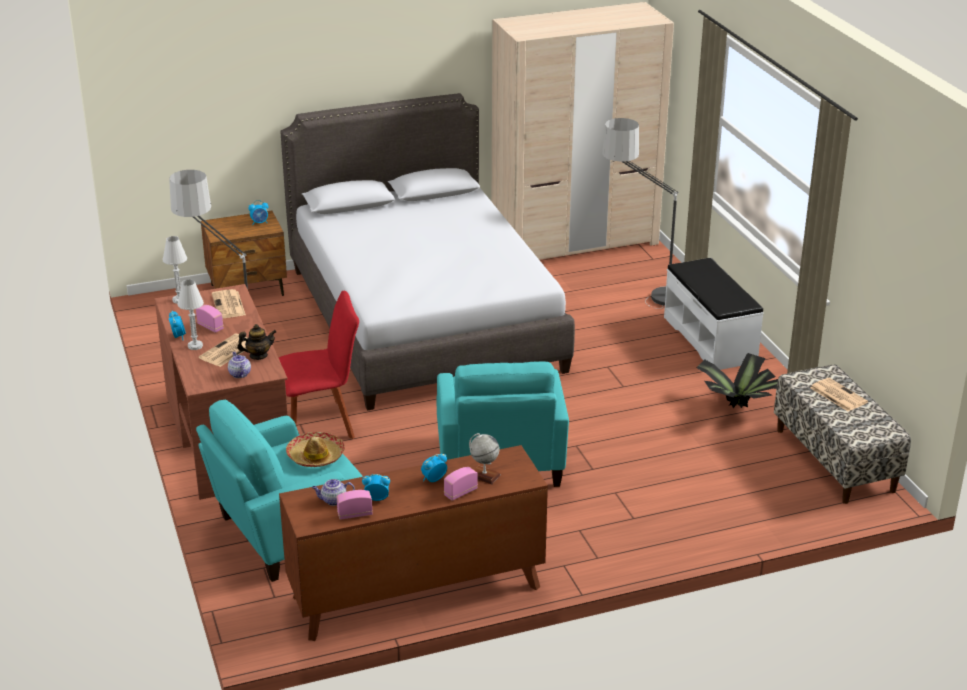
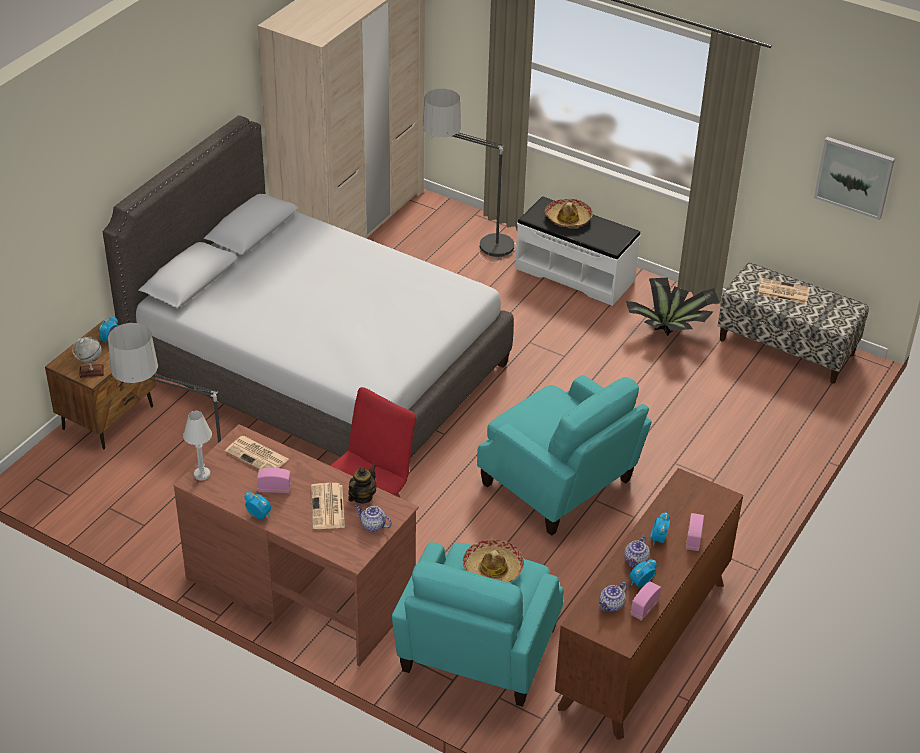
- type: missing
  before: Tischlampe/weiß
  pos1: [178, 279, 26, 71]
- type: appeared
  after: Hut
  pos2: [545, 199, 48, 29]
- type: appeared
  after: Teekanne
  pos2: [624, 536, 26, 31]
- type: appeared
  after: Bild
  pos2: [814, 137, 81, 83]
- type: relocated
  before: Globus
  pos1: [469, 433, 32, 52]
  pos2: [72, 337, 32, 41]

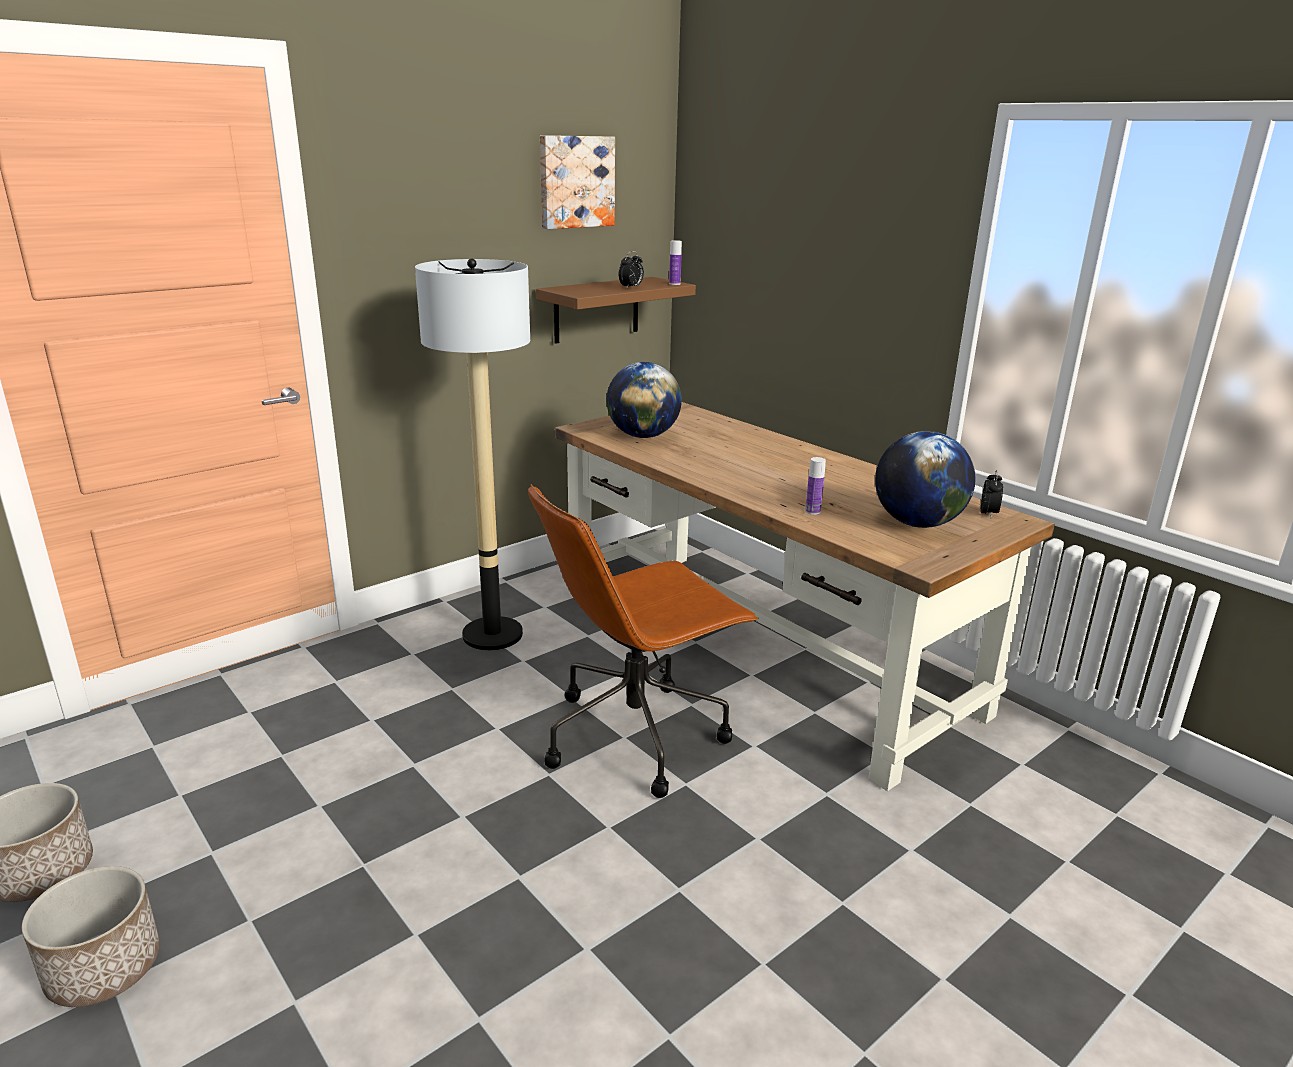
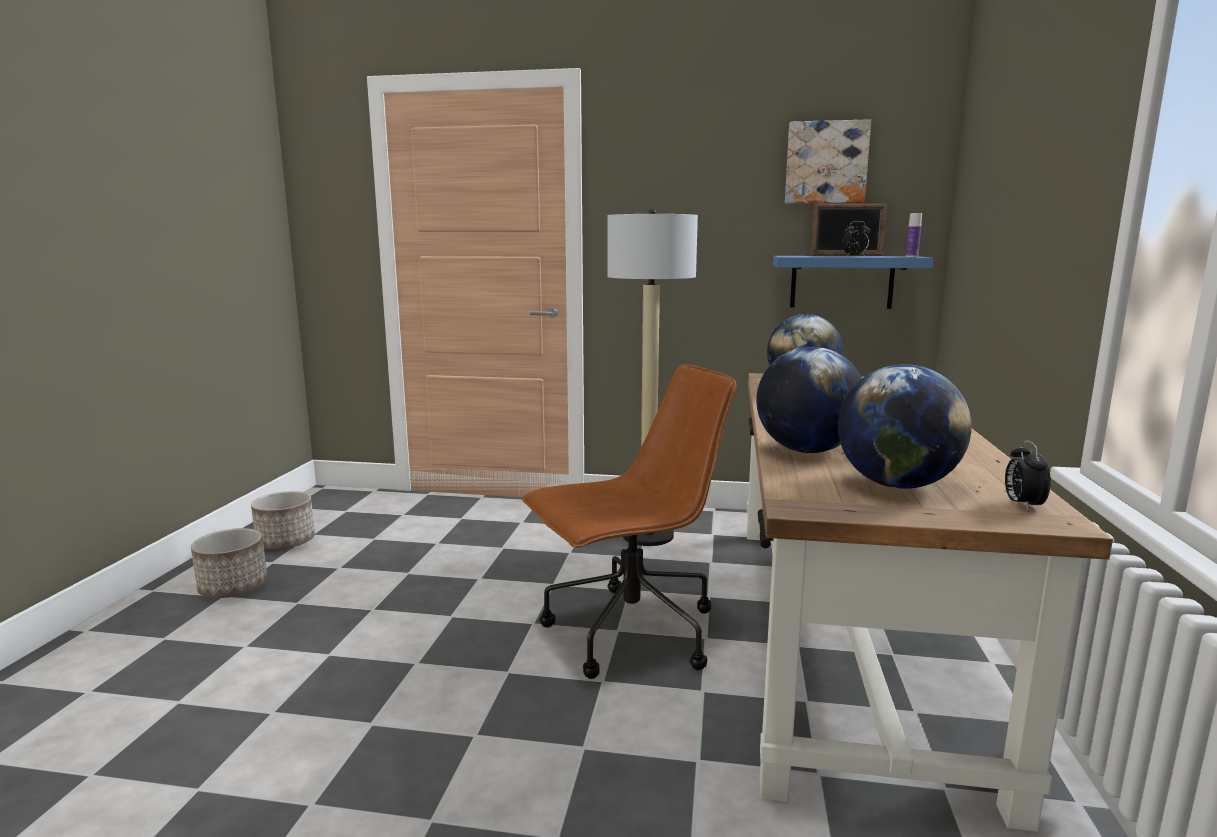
- type: appeared
  after: Bilderrahmen
  pos2: [811, 203, 76, 53]
- type: exchanged
  before: Flasche
  after: Globus
  pos1: [805, 457, 21, 58]
  pos2: [756, 347, 106, 106]
- type: colour
  before: Wandregal/braun
  after: Wandregal/blau
  pos1: [536, 277, 160, 67]
  pos2: [773, 256, 160, 53]
- type: spun
  before: Bürostuhl/braun
  pos1: [528, 484, 231, 314]
  pos2: [522, 364, 215, 315]
  turn: 135
- type: spun
  before: Wecker
  pos1: [980, 470, 23, 47]
  pos2: [1005, 440, 46, 71]
  turn: 120

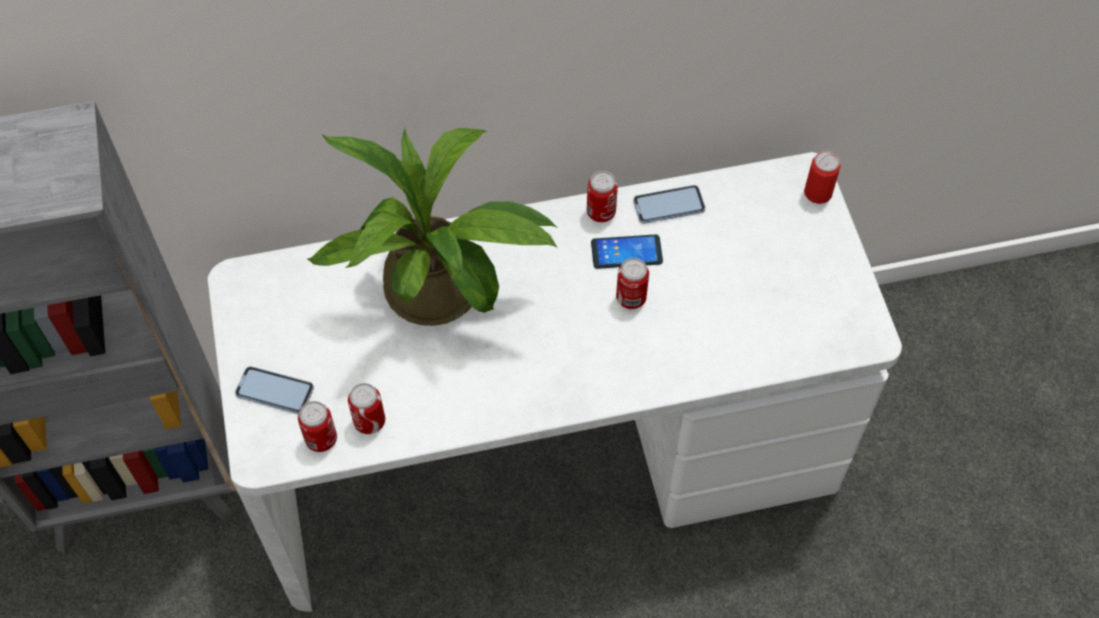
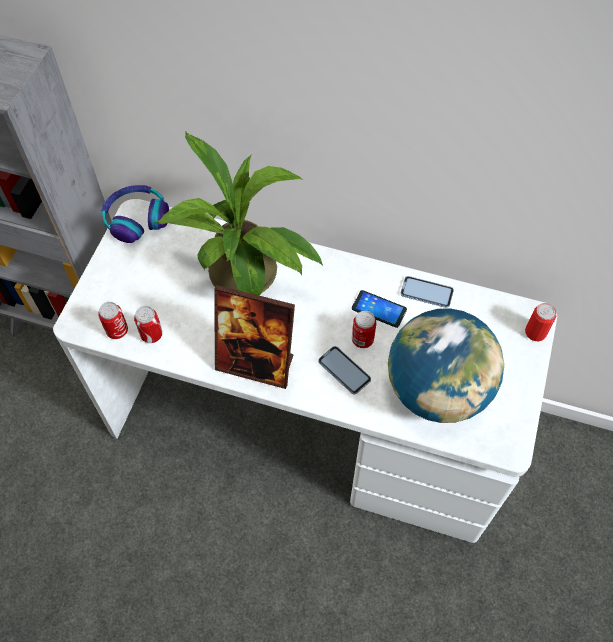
- type: missing
  before: Dose
  pos1: [587, 171, 31, 51]
- type: appeared
  after: Kopfhörer
  pos2: [102, 185, 67, 58]
- type: appeared
  after: Bilderrahmen
  pos2: [214, 285, 81, 104]
- type: appeared
  after: Globus
  pos2: [388, 308, 116, 115]
- type: relocated
  before: Handy
  pos1: [235, 366, 79, 48]
  pos2: [318, 346, 53, 49]

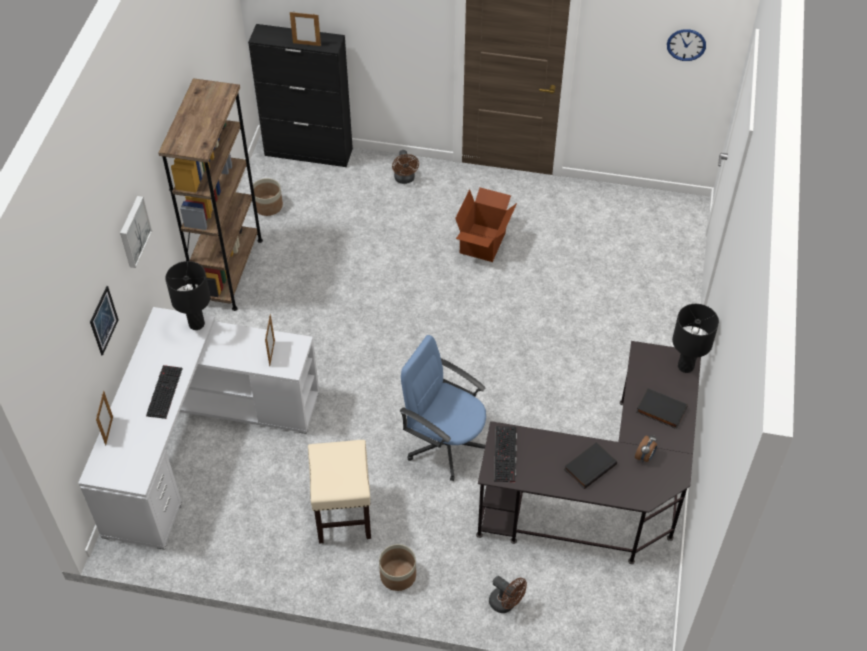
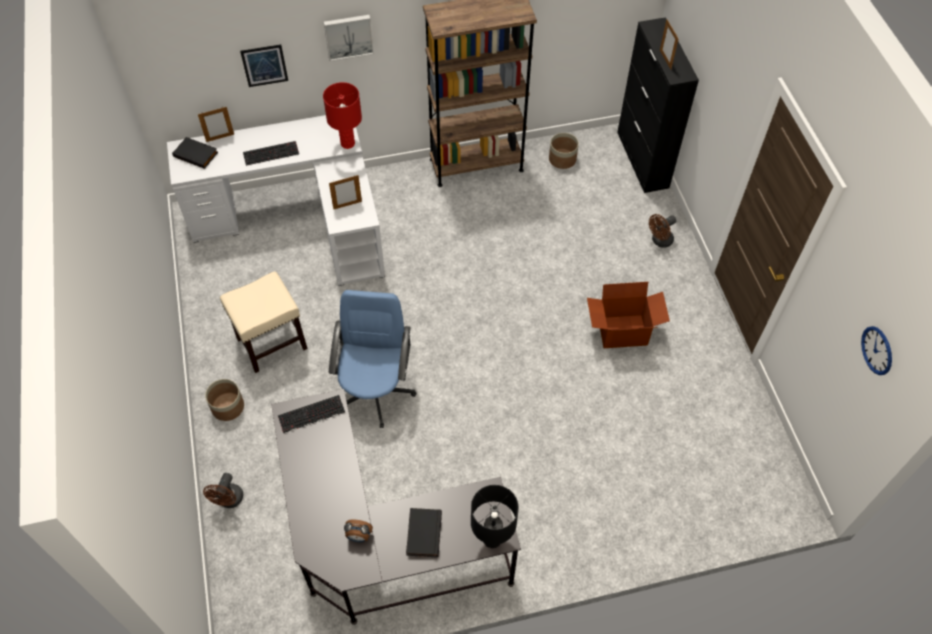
- type: relocated
  before: Buch/schwarz
  pos1: [564, 442, 53, 47]
  pos2: [172, 137, 46, 32]
- type: colour
  before: Tischlampe/schwarz
  after: Tischlampe/rot
  pos1: [165, 261, 46, 69]
  pos2: [323, 82, 39, 67]

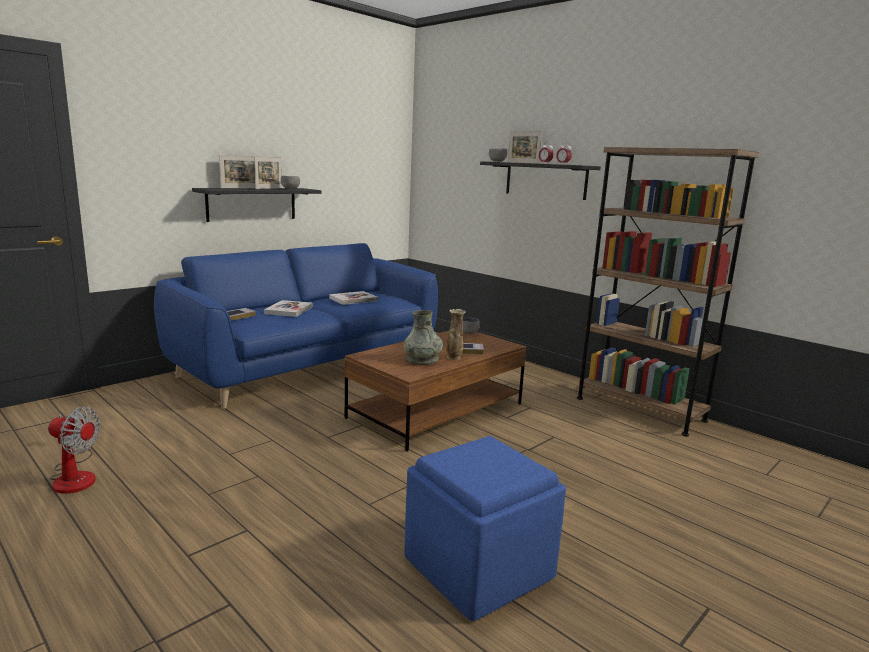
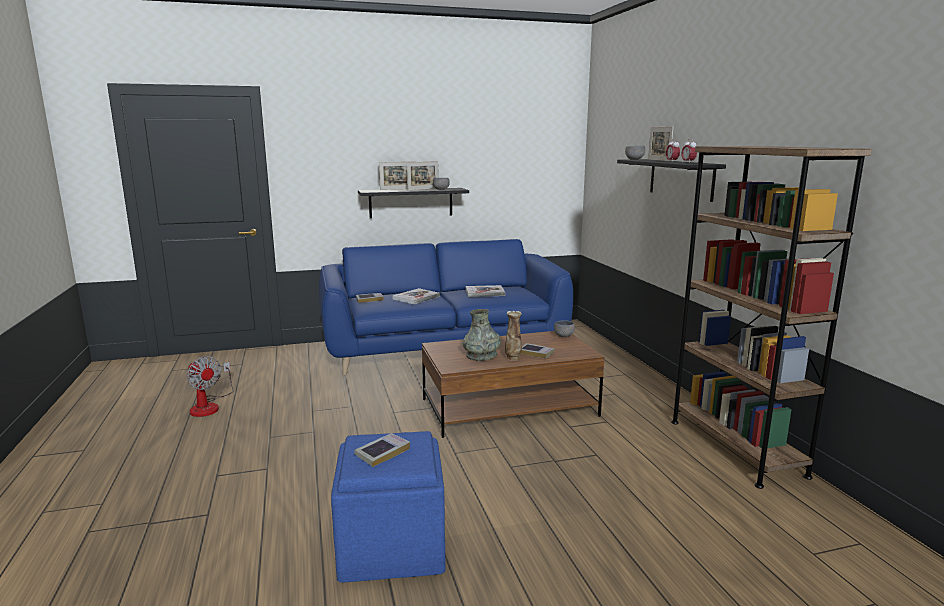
- type: appeared
  after: Buch
  pos2: [355, 433, 55, 34]

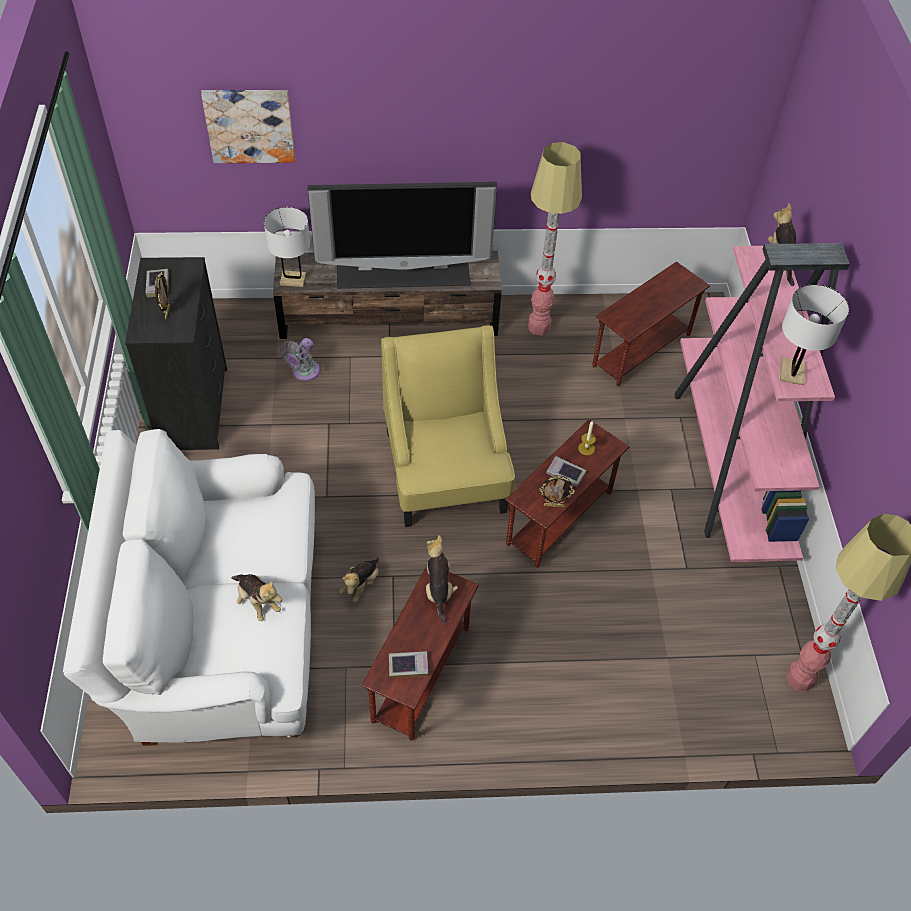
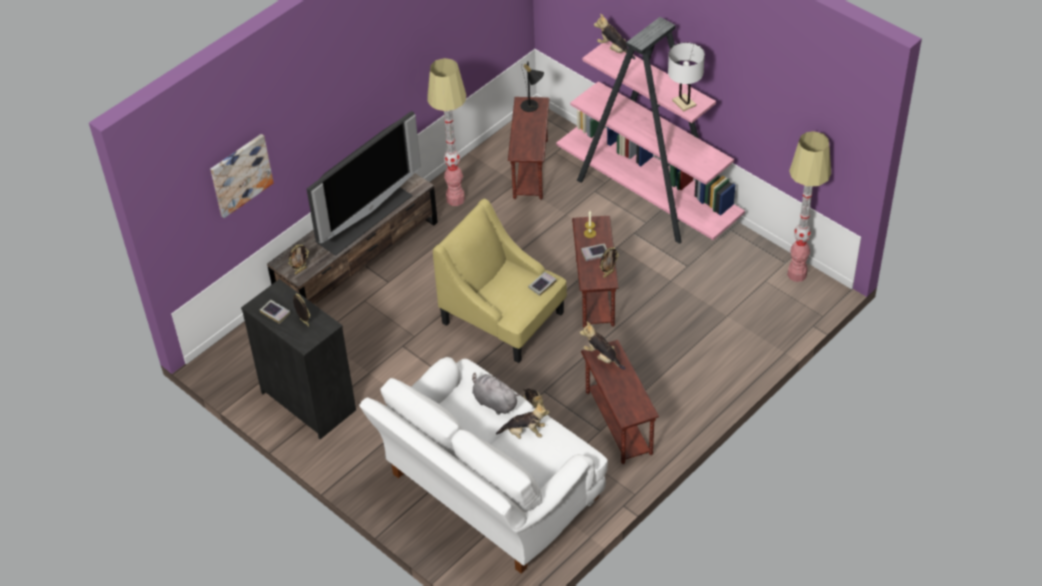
- type: missing
  before: Ventilator/grau
  pos1: [280, 338, 40, 43]
- type: appeared
  after: Plüschtier/grau
  pos2: [472, 373, 48, 42]
- type: appeared
  after: Tischlampe/schwarz
  pos2: [521, 61, 23, 51]
- type: relocated
  before: Buch
  pos1: [389, 651, 39, 27]
  pos2: [528, 272, 29, 24]
- type: exchanged
  before: Tischlampe/weiß
  after: Bilderrahmen
  pos1: [264, 207, 46, 80]
  pos2: [289, 244, 20, 30]

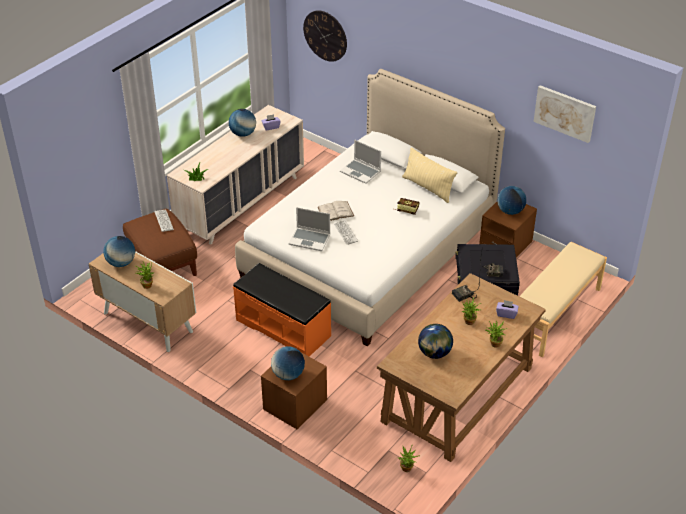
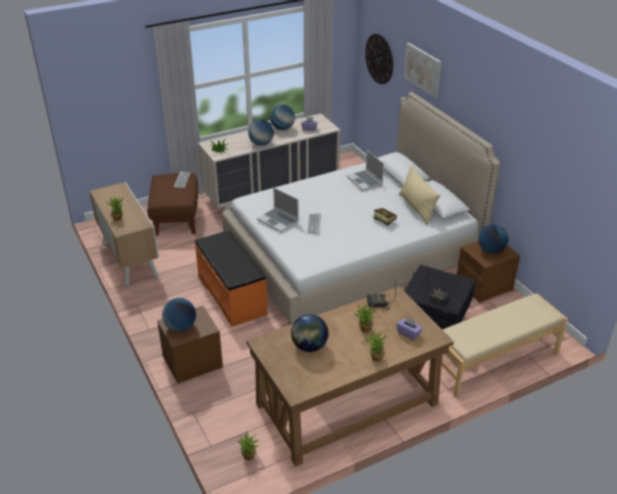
- type: missing
  before: Buch/weiß
  pos1: [318, 201, 36, 20]
- type: relocated
  before: Globus
  pos1: [103, 236, 32, 31]
  pos2: [248, 120, 26, 26]
- type: relocated
  before: Bild
  pos1: [533, 85, 63, 58]
  pos2: [404, 43, 38, 55]

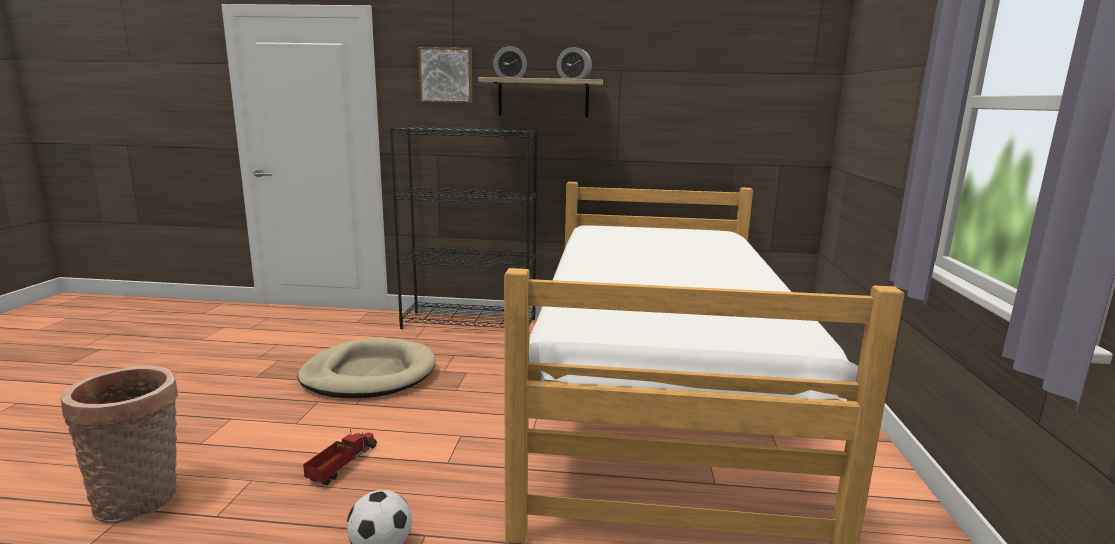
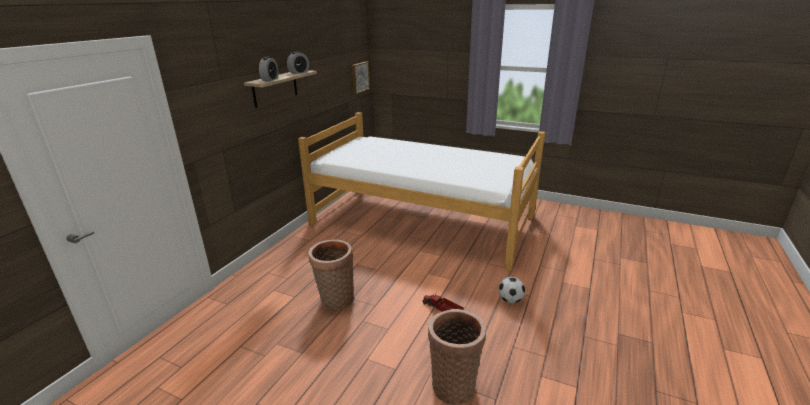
- type: missing
  before: Bücherregal/schwarz
  pos1: [389, 126, 149, 203]
- type: relocated
  before: Bild
  pos1: [418, 47, 55, 56]
  pos2: [352, 61, 18, 33]
- type: exchanged
  before: Hundebett/beige
  after: Korb
  pos1: [297, 338, 139, 60]
  pos2: [308, 240, 46, 70]

